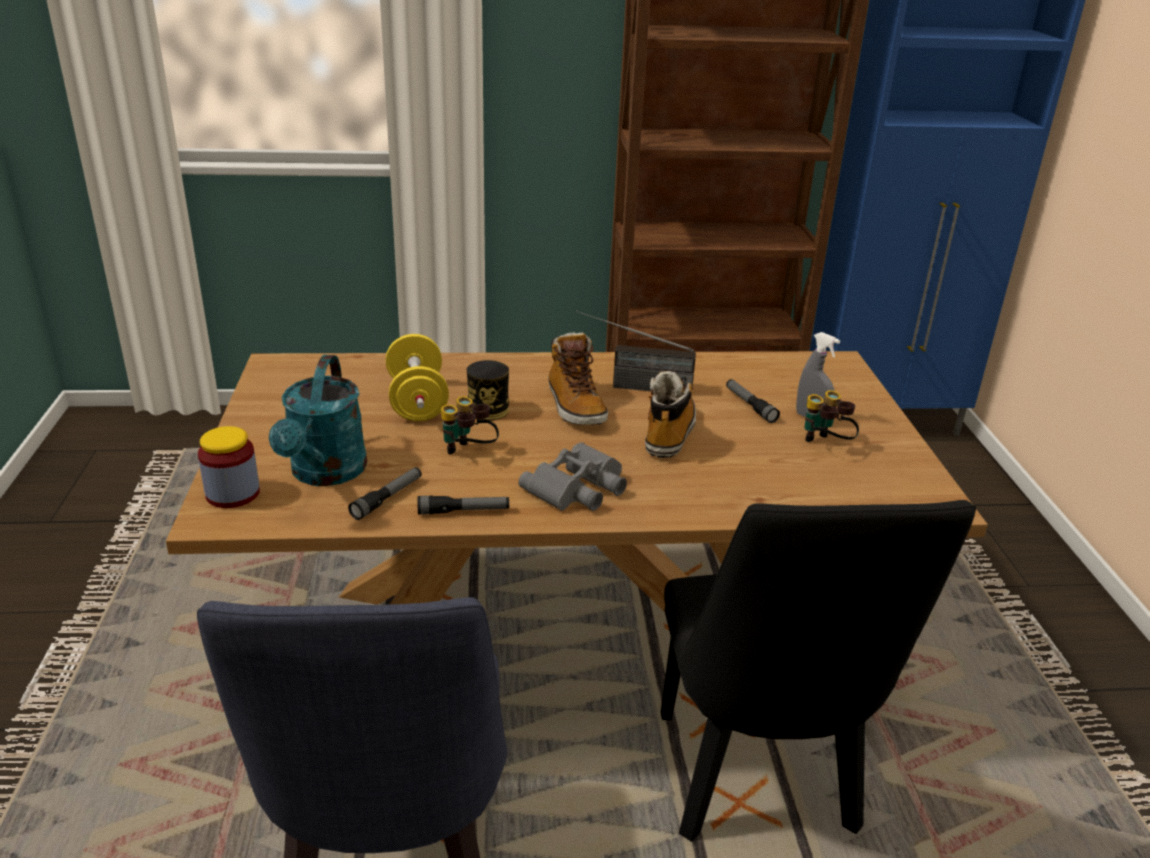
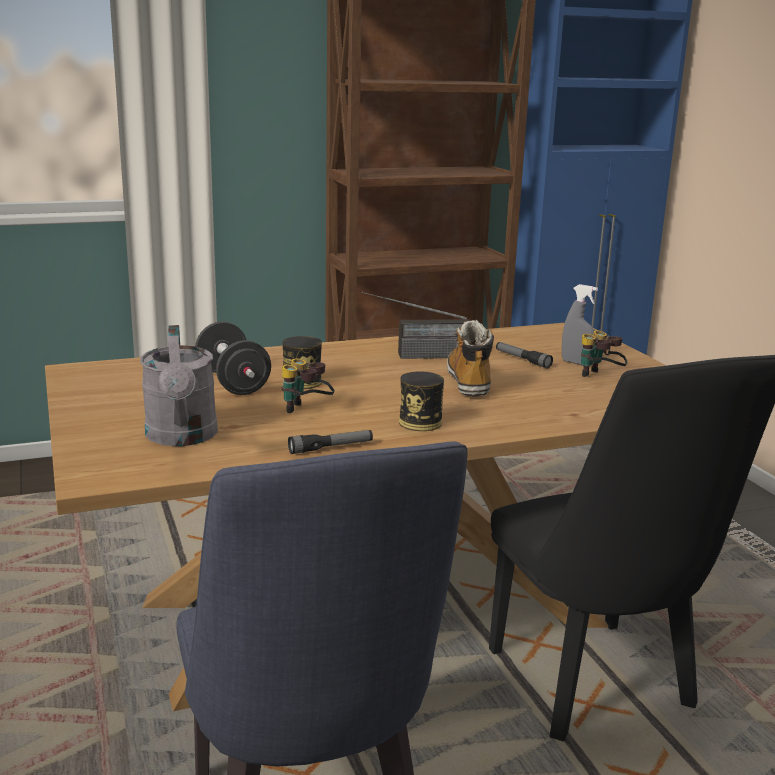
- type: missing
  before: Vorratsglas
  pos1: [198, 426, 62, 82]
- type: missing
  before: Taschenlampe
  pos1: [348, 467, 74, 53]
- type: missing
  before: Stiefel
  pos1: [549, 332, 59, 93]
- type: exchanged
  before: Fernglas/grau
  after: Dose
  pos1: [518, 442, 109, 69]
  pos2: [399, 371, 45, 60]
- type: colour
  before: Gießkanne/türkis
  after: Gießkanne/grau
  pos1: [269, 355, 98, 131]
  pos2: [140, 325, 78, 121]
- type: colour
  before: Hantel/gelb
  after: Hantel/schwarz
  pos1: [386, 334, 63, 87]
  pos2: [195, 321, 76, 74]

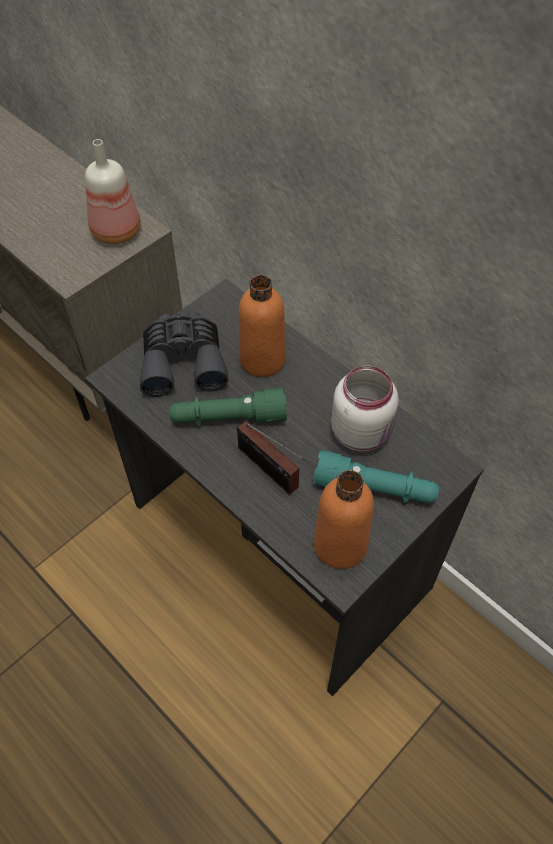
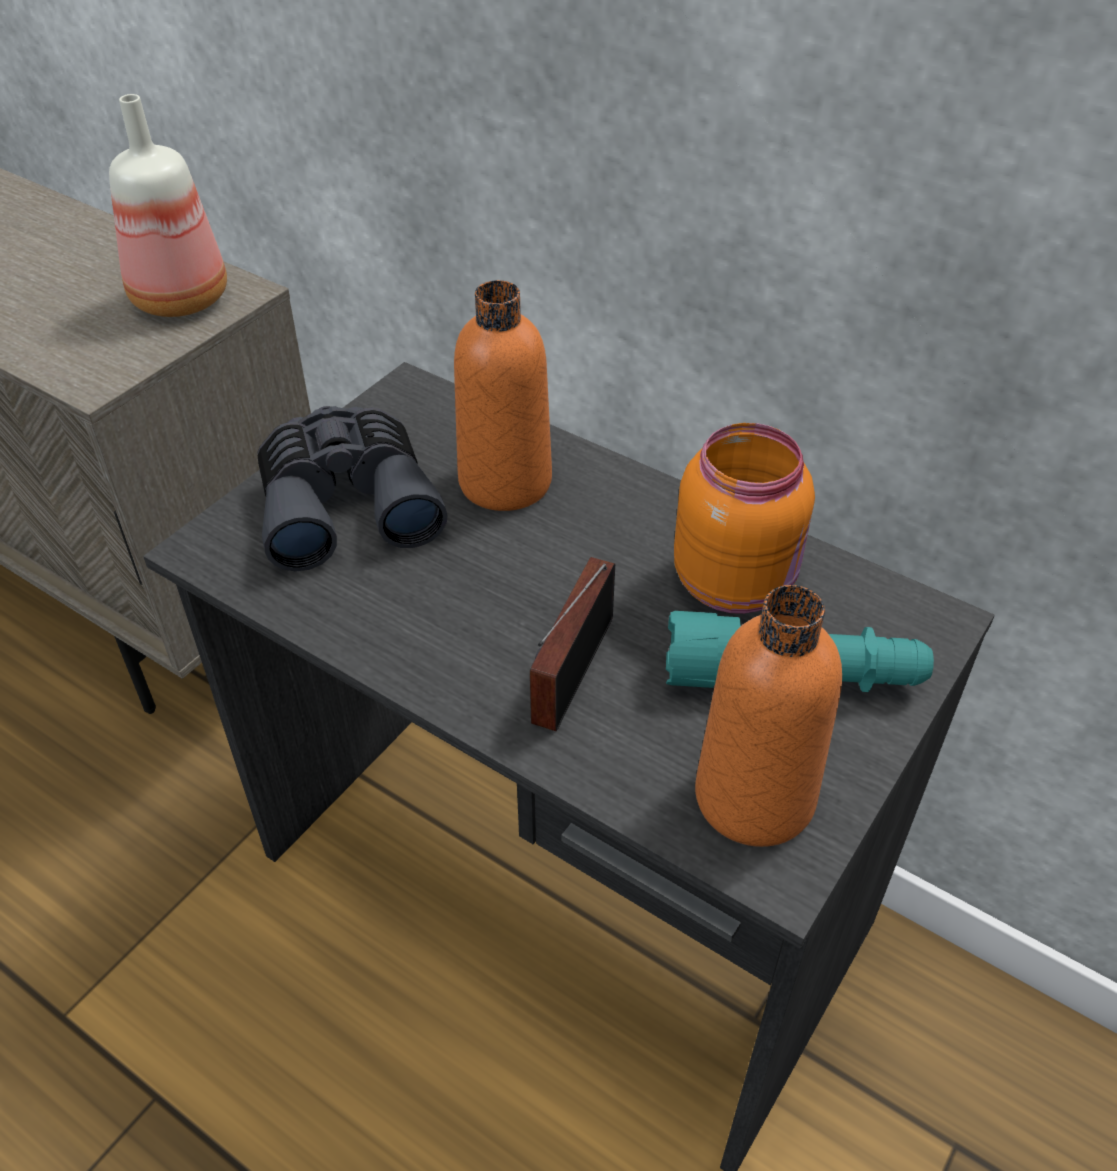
- type: missing
  before: Taschenlampe/grün
  pos1: [170, 388, 117, 38]
- type: colour
  before: Vorratsglas/weiß
  after: Vorratsglas/orange
  pos1: [331, 366, 68, 86]
  pos2: [674, 423, 141, 191]
- type: spun
  before: Radio
  pos1: [237, 421, 68, 74]
  pos2: [530, 557, 85, 174]
  turn: 75

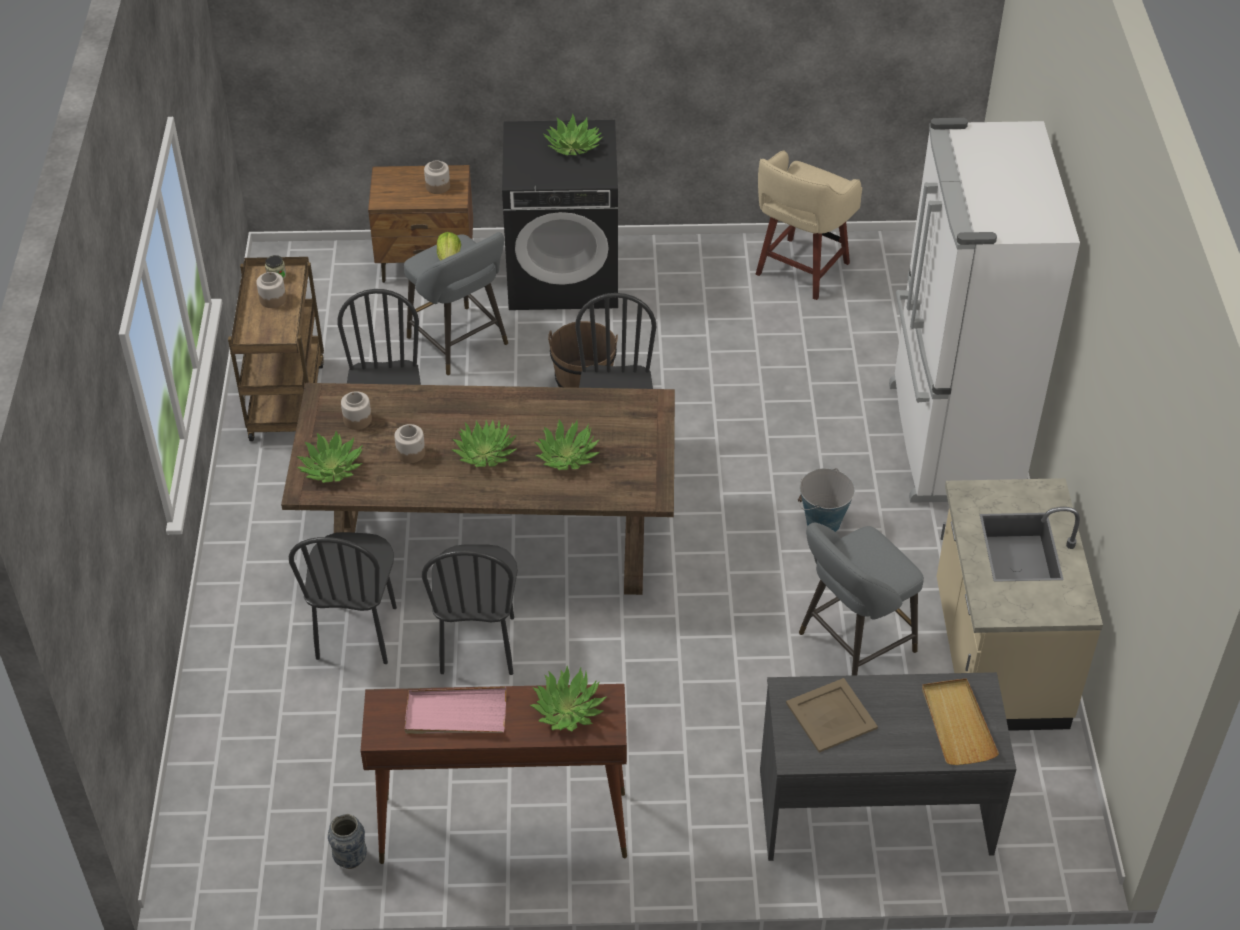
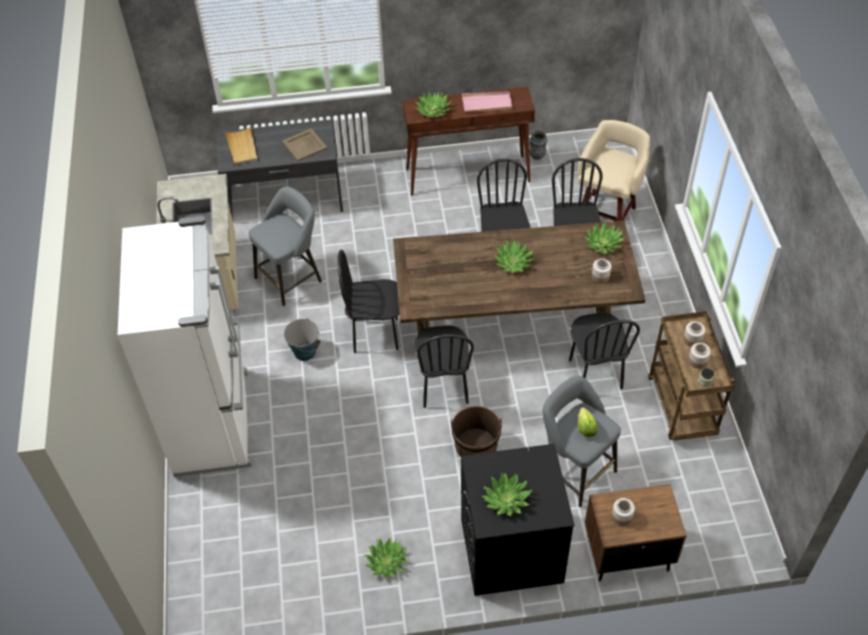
- type: appeared
  after: Stuhl/schwarz
  pos2: [338, 250, 62, 103]
- type: relocated
  before: Vorratsglas
  pos1: [394, 424, 31, 39]
  pos2: [683, 321, 22, 26]
- type: relocated
  before: Topfpflanze
  pos1: [535, 420, 65, 50]
  pos2: [364, 537, 45, 42]
- type: relocated
  before: Hocker/beige
  pos1: [756, 150, 106, 150]
  pos2: [577, 120, 73, 101]

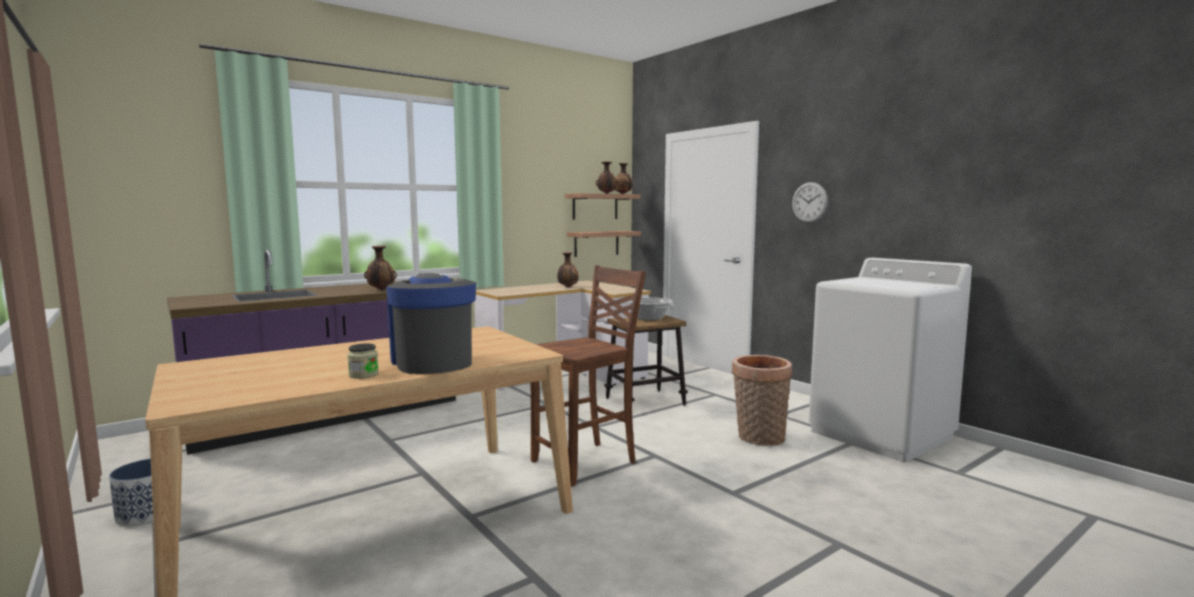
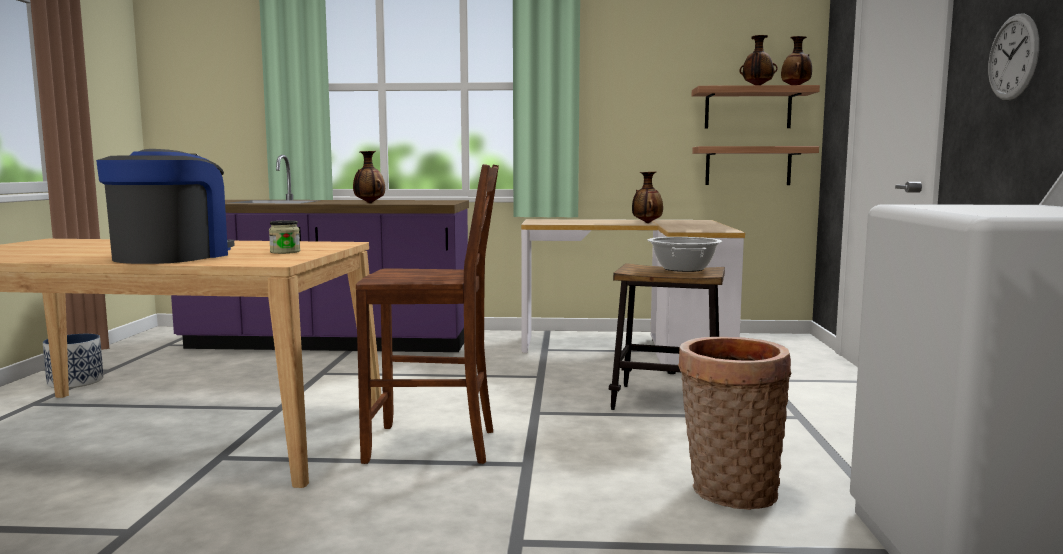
- type: relocated
  before: Vorratsglas
  pos1: [347, 343, 32, 36]
  pos2: [269, 220, 31, 34]

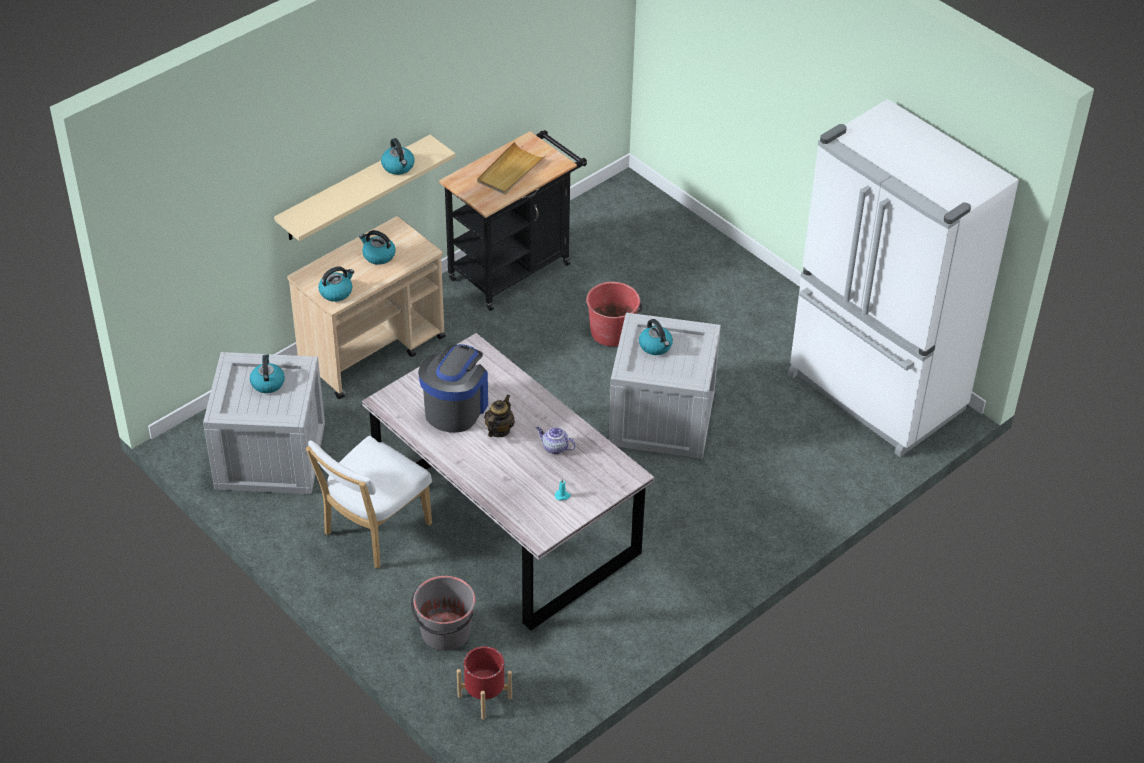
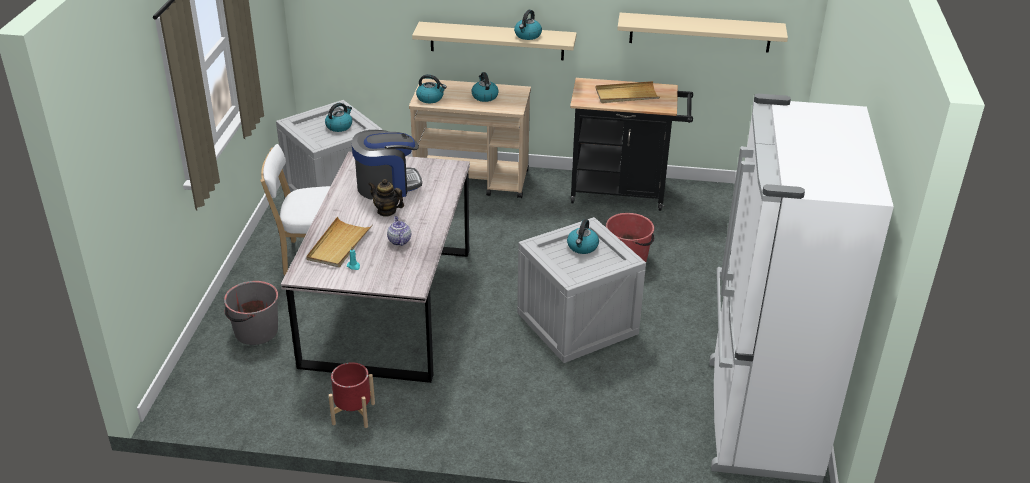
- type: appeared
  after: Tablett/beige
  pos2: [306, 217, 67, 50]
- type: appeared
  after: Wandregal/beige
  pos2: [617, 13, 171, 40]
- type: relocated
  before: Pflanzkübel/rot
  pos1: [457, 646, 55, 74]
  pos2: [328, 362, 47, 66]
- type: spun
  before: Teekanne
  pos1: [484, 394, 31, 43]
  pos2: [369, 179, 35, 38]
  turn: -135

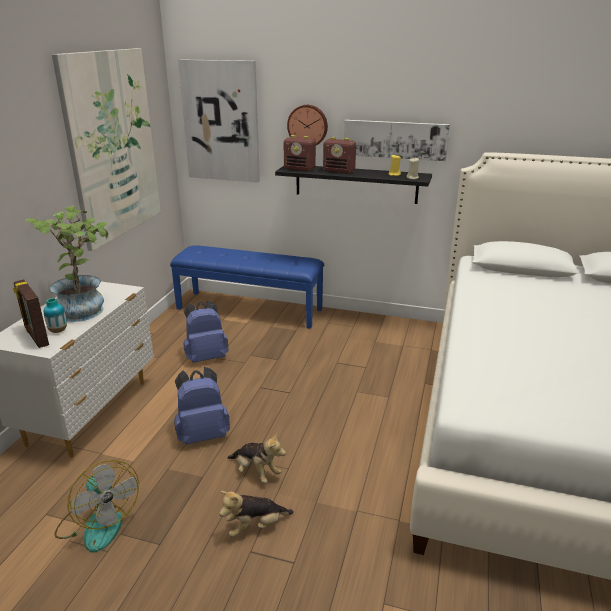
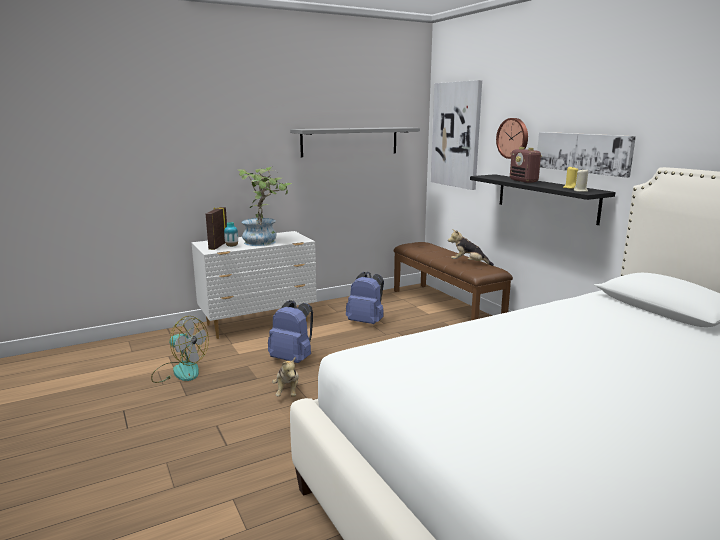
- type: missing
  before: Radio
  pos1: [283, 135, 33, 36]
- type: relocated
  before: Plüschtier
  pos1: [219, 491, 75, 46]
  pos2: [448, 229, 46, 37]
- type: exchanged
  before: Bild
  after: Wandregal/grau
  pos1: [52, 48, 109, 203]
  pos2: [290, 127, 130, 30]
- type: colour
  before: Bank/blau
  after: Bank/braun
  pos1: [170, 246, 154, 83]
  pos2: [394, 242, 119, 78]
- type: spun
  before: Ventilator
  pos1: [54, 460, 85, 92]
  pos2: [151, 316, 58, 67]
  turn: -75

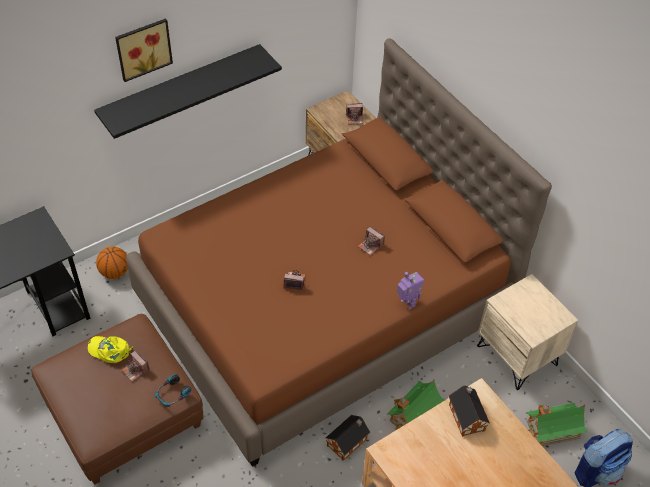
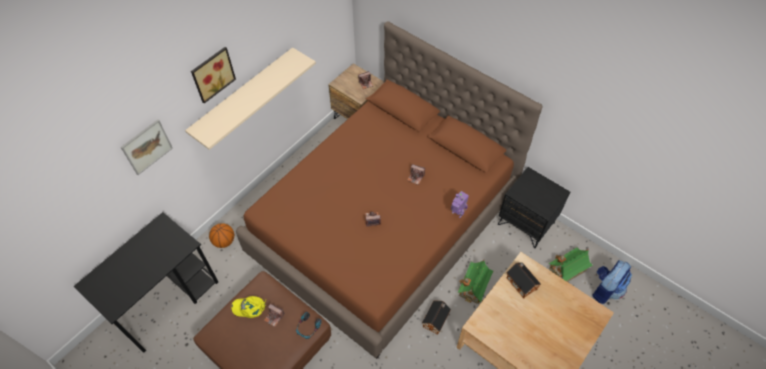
- type: appeared
  after: Bild
  pos2: [121, 120, 52, 55]
- type: colour
  before: Wandregal/schwarz
  after: Wandregal/beige
  pos1: [94, 44, 188, 95]
  pos2: [185, 47, 131, 103]
- type: colour
  before: Nachttisch/beige
  after: Nachttisch/schwarz
  pos1: [477, 274, 102, 116]
  pos2: [498, 167, 72, 81]

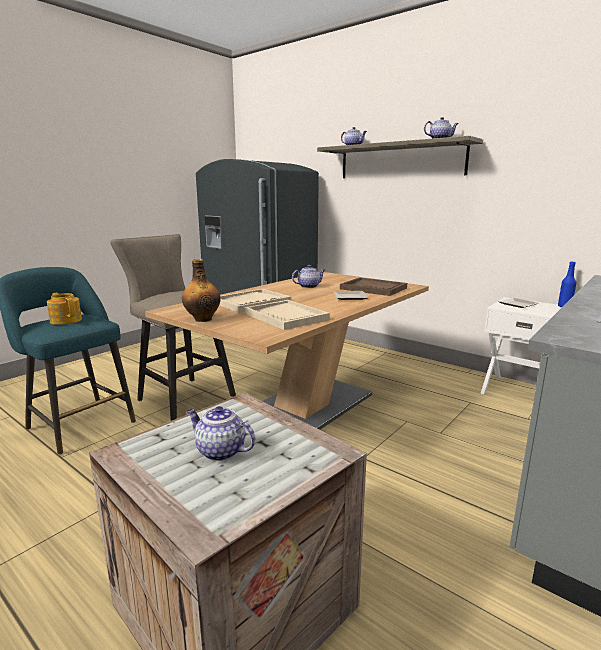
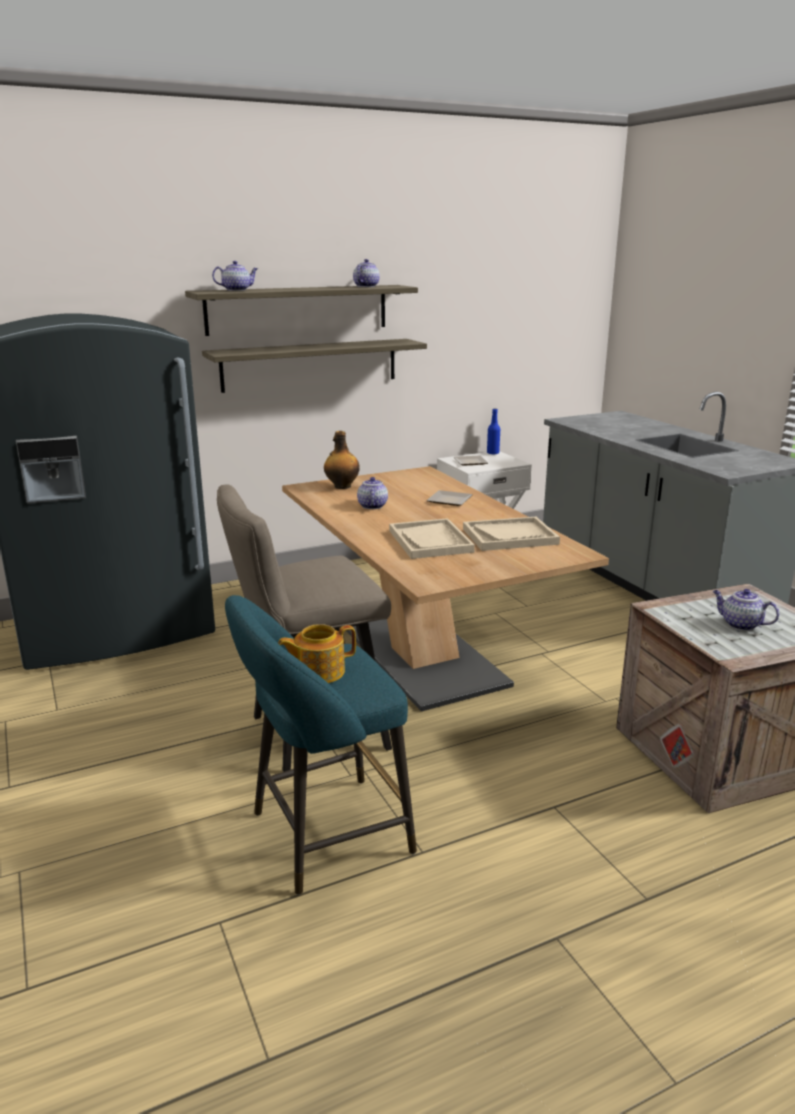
- type: missing
  before: Tablett/braun
  pos1: [340, 277, 67, 19]
- type: appeared
  after: Wandregal
  pos2: [202, 339, 225, 54]
- type: relocated
  before: Flasche
  pos1: [182, 259, 39, 63]
  pos2: [324, 431, 36, 58]
- type: spun
  before: Teekanne
  pos1: [187, 406, 68, 55]
  pos2: [713, 589, 66, 42]
  turn: 75

